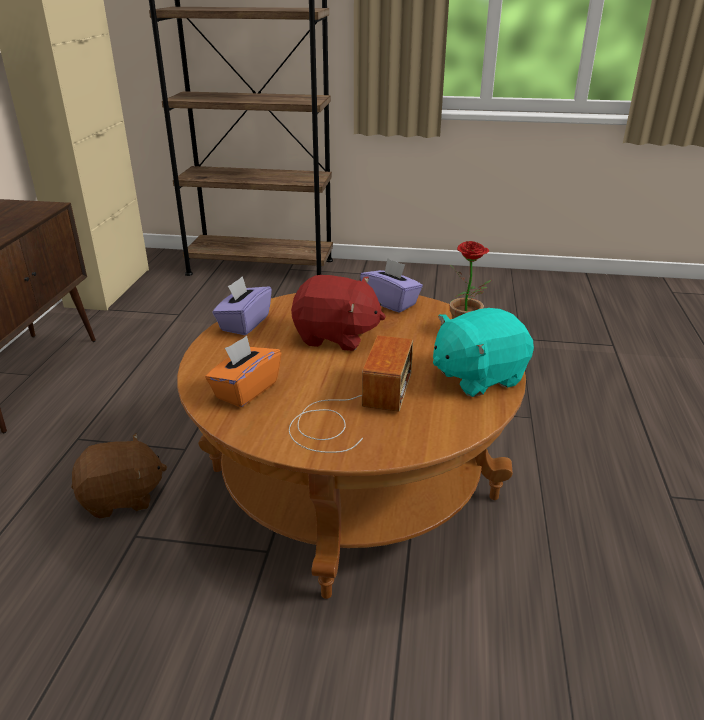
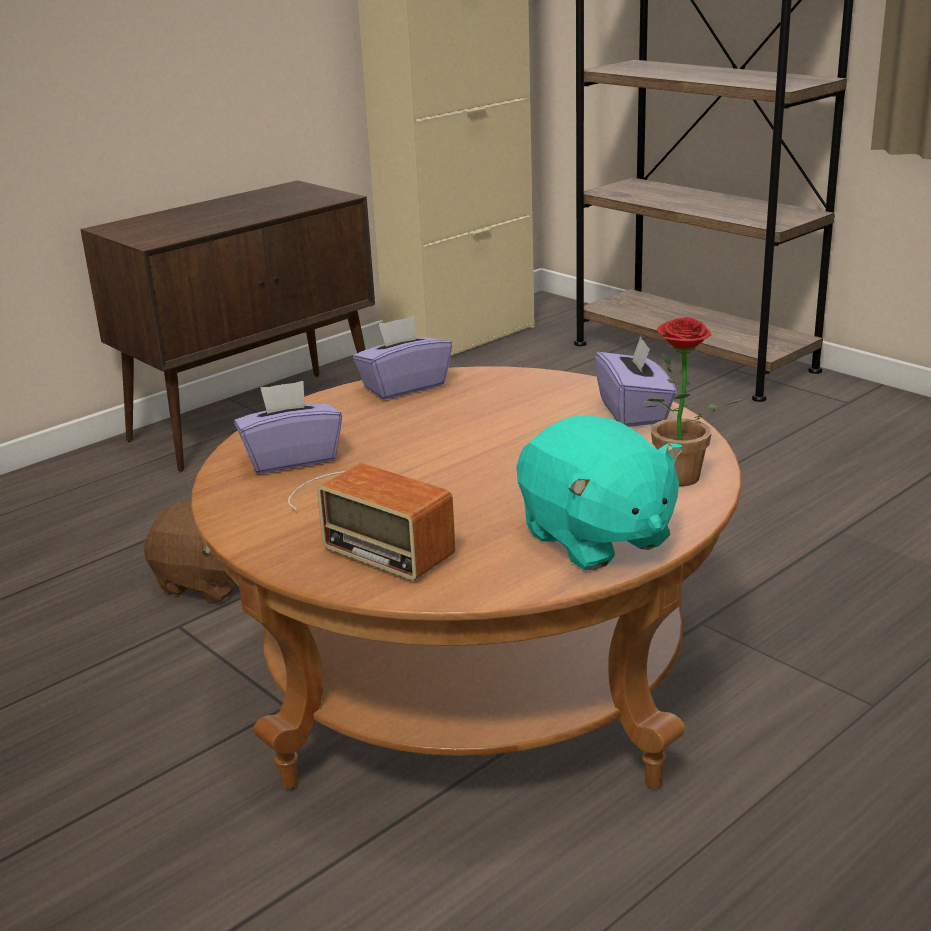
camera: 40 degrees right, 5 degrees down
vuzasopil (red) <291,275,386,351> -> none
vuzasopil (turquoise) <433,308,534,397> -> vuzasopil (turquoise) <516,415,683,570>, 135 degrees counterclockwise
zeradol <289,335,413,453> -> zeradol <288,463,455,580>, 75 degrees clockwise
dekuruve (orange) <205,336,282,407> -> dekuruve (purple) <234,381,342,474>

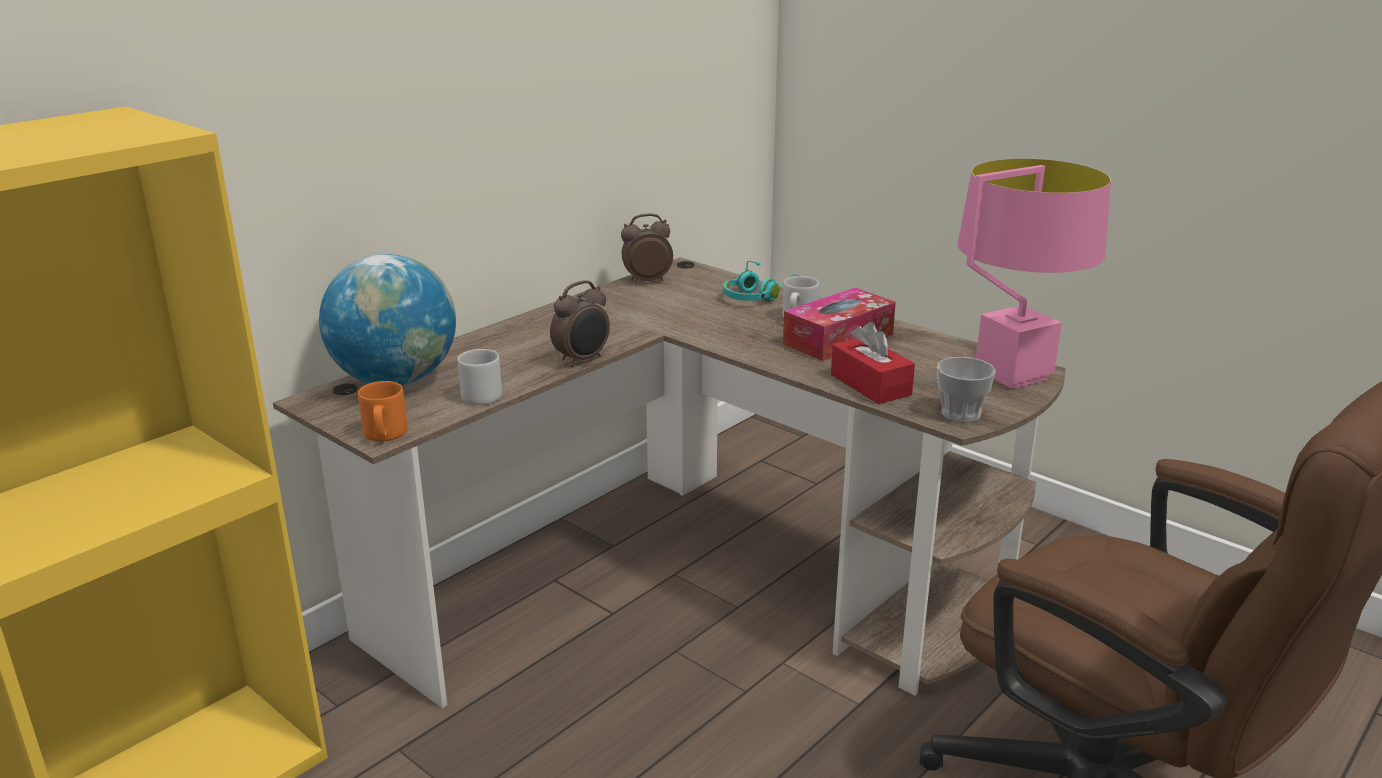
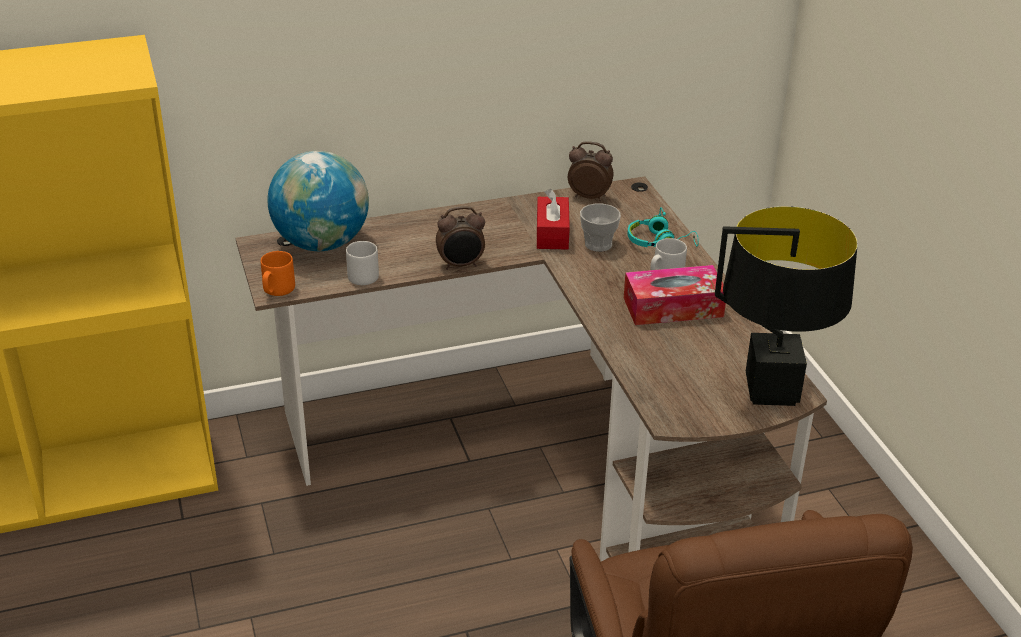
camera: 30 degrees right, 10 degrees up
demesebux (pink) <958,159,1111,389> -> demesebux (black) <715,206,858,406>
dekuruve (red) <831,322,915,404> -> dekuruve (red) <537,189,570,250>, move
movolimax <937,357,996,422> -> movolimax <580,203,621,252>, move

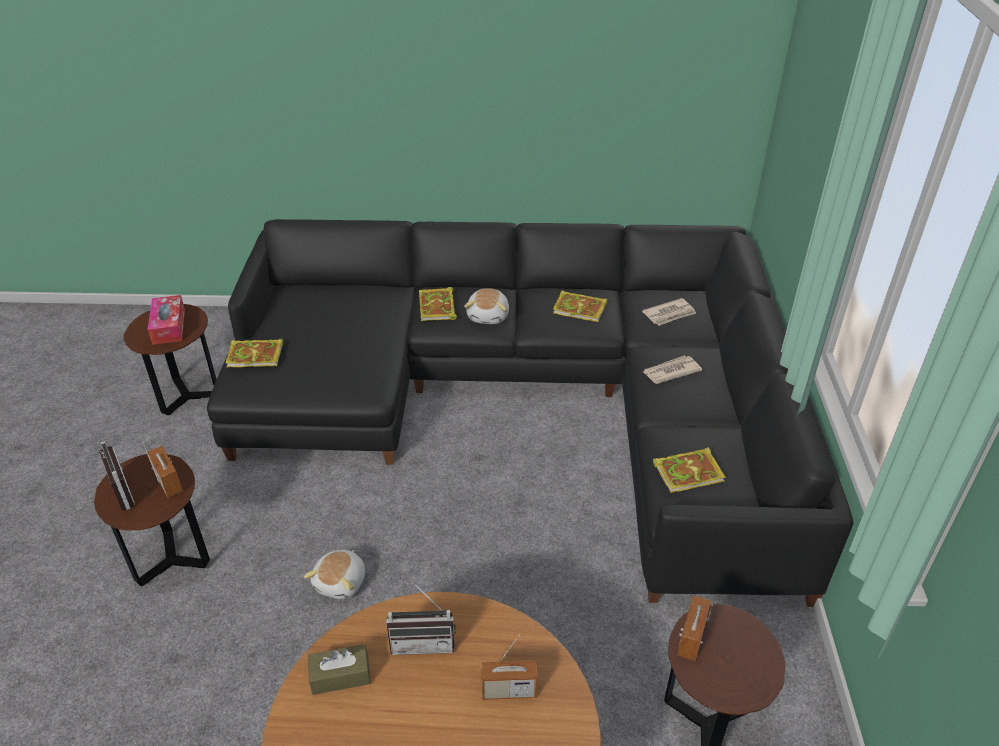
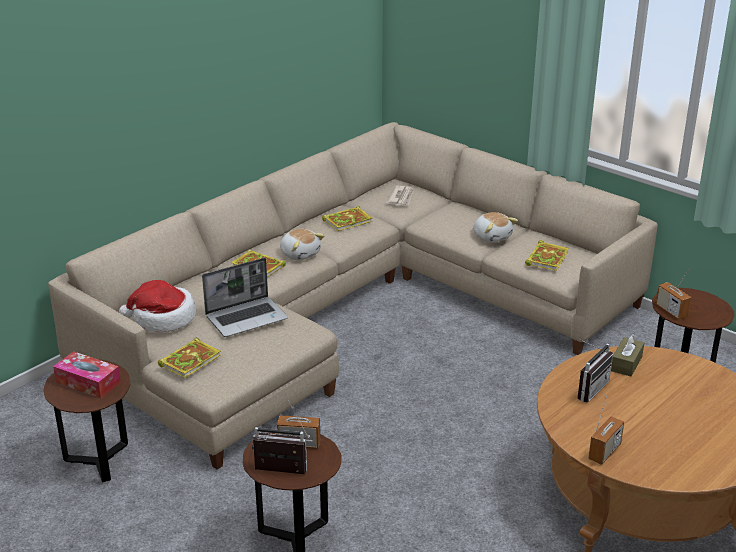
camera: 50 degrees left, 10 degrees down
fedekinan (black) <207,219,853,607> -> fedekinan (beige) <48,122,658,469>
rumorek <643,355,702,384> -> none
vuzasopil <304,550,365,599> -> vuzasopil <473,212,518,243>, move
zeradol <481,634,538,700> -> zeradol <588,396,624,465>, move
dekuruve (brown) <308,644,370,695> -> dekuruve (brown) <611,334,644,376>, move
none -> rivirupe <202,258,288,337>
none -> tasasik <119,280,196,332>

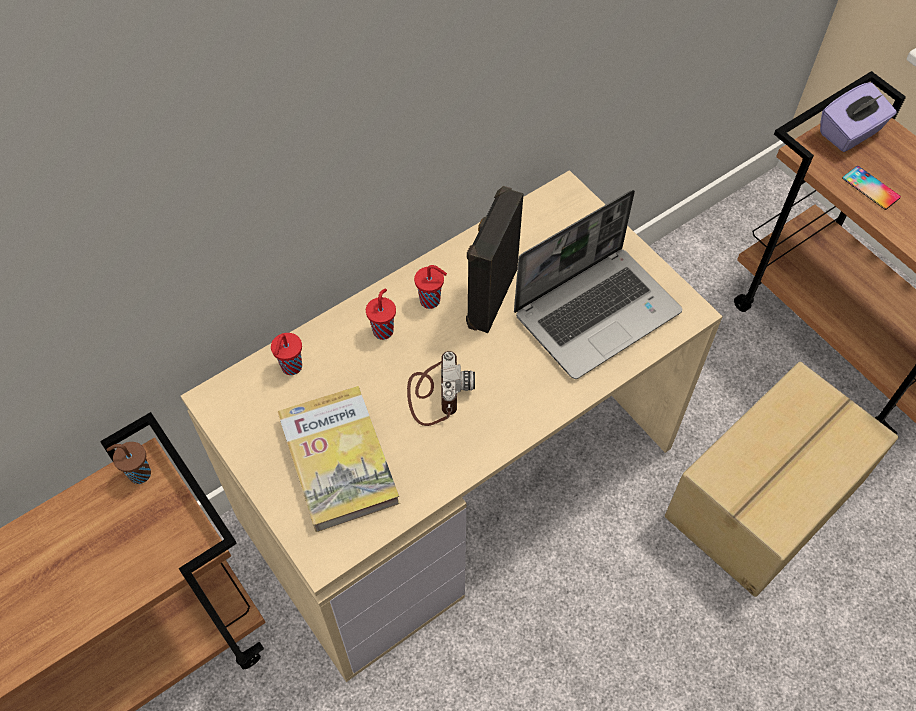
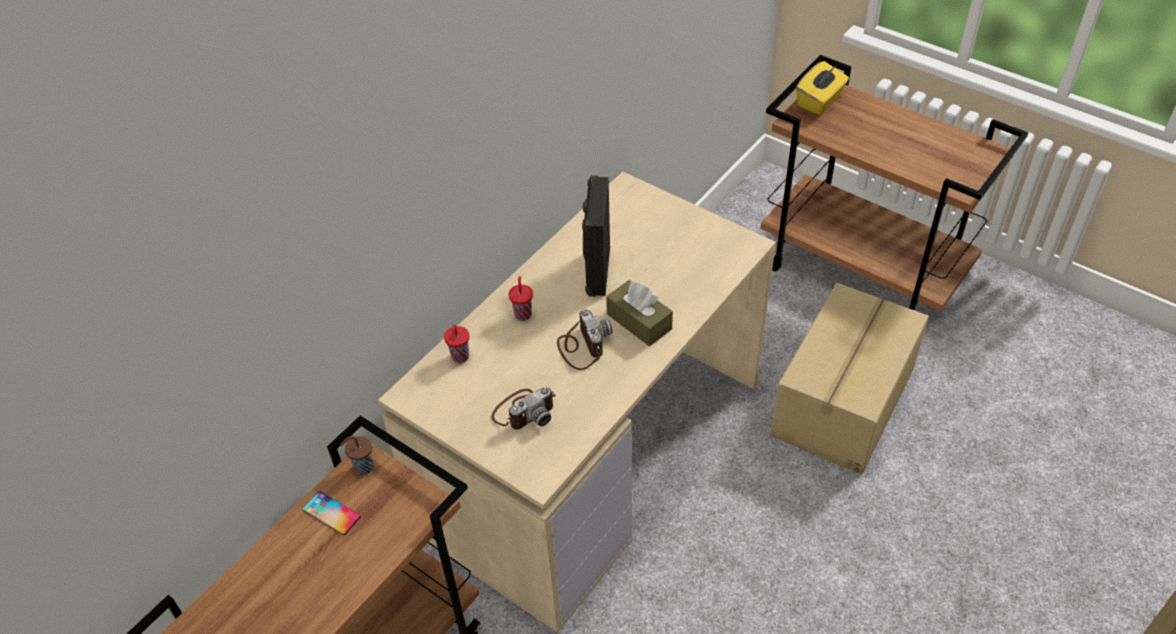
camera: 15 degrees left, 10 degrees down
dekuruve (purple) <820,82,897,152> -> dekuruve (yellow) <796,61,849,115>
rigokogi <842,166,901,210> -> rigokogi <302,491,361,535>, move
rivirupe <514,189,682,379> -> none
movolimax (red) <414,265,447,309> -> none
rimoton <278,386,400,532> -> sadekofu <491,387,556,430>
none -> dekuruve (brown) <606,280,673,346>

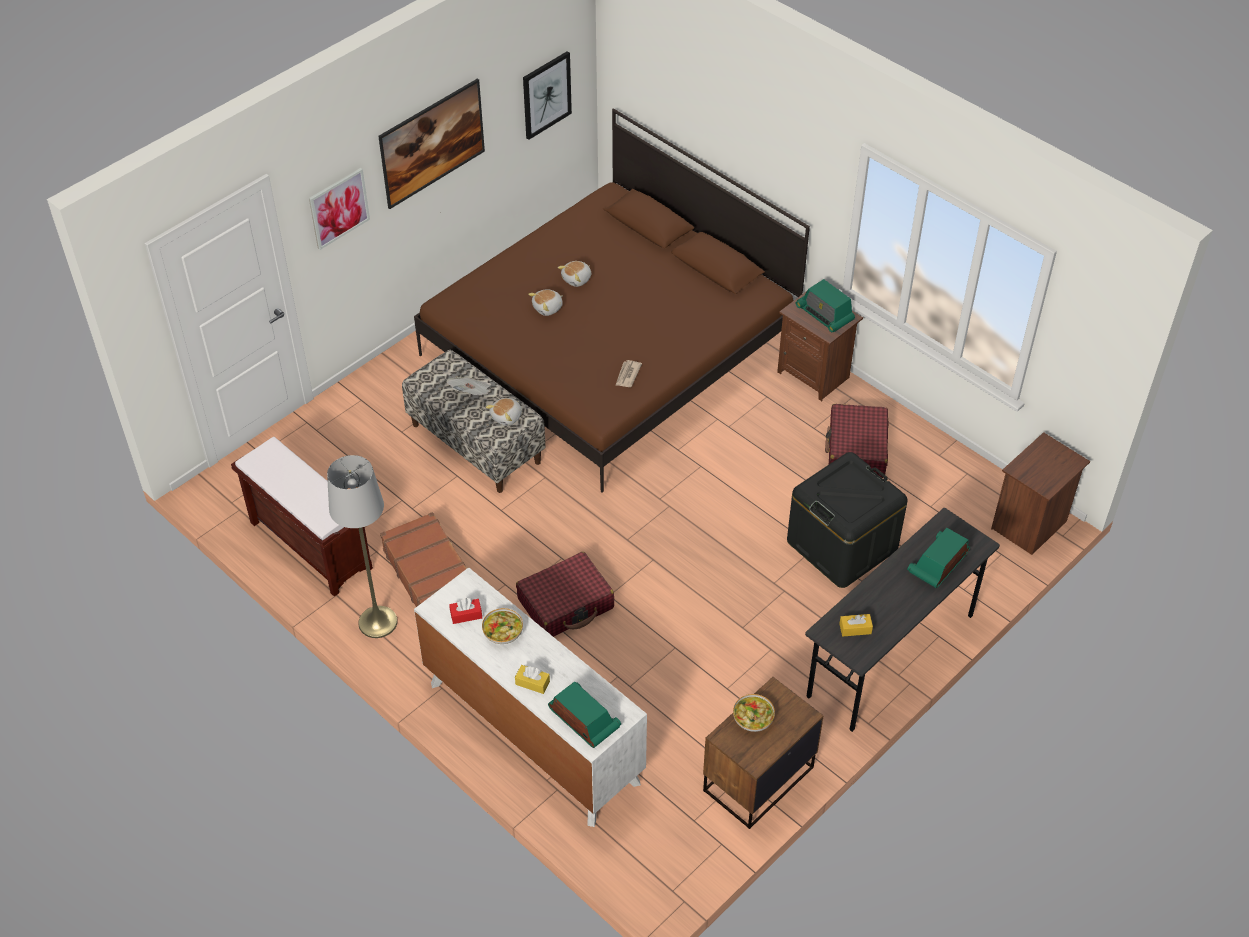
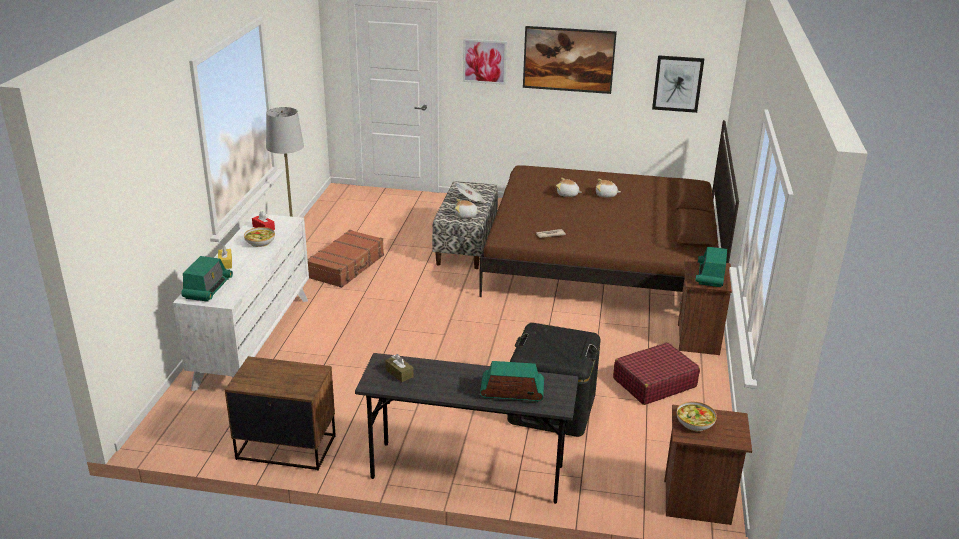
camera: 55 degrees right, 20 degrees down
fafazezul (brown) <231,437,373,597> -> none
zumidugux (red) <516,552,614,637> -> none
dekuruve (yellow) <839,614,873,636> -> dekuruve (brown) <385,354,414,382>
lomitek <733,694,775,732> -> lomitek <677,401,717,431>, move

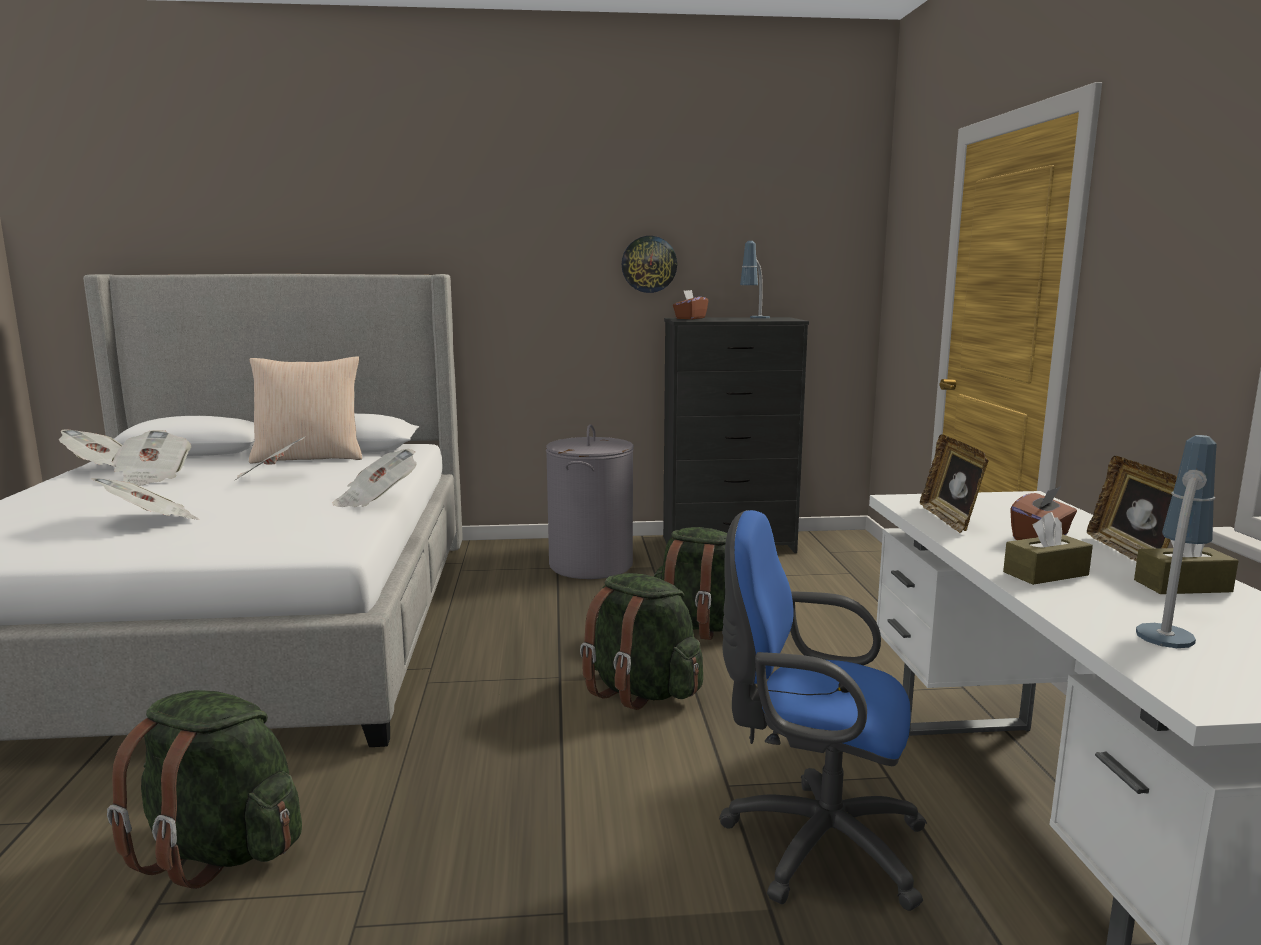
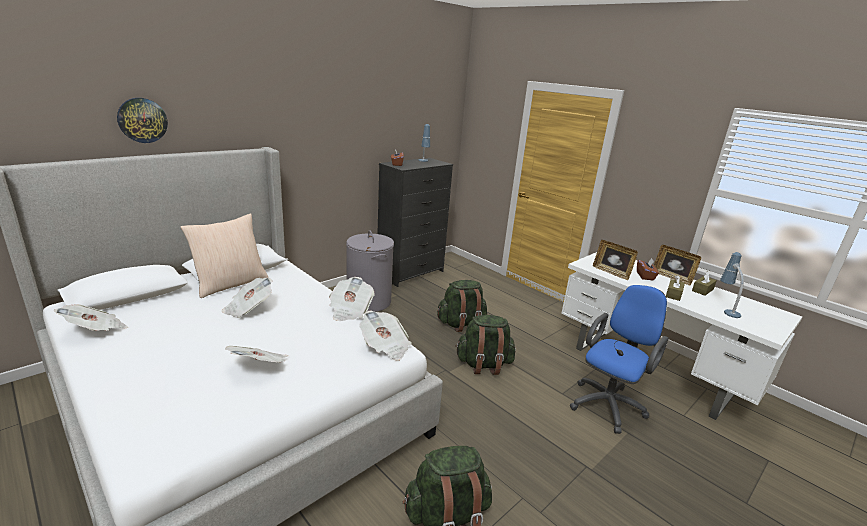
camera: 40 degrees left, 10 degrees up
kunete <622,236,677,293> -> kunete <117,98,168,143>, move
rumorek <112,430,191,486> -> rumorek <359,310,412,361>, move
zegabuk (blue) <719,510,927,911> -> zegabuk (blue) <570,285,669,434>, 150 degrees clockwise

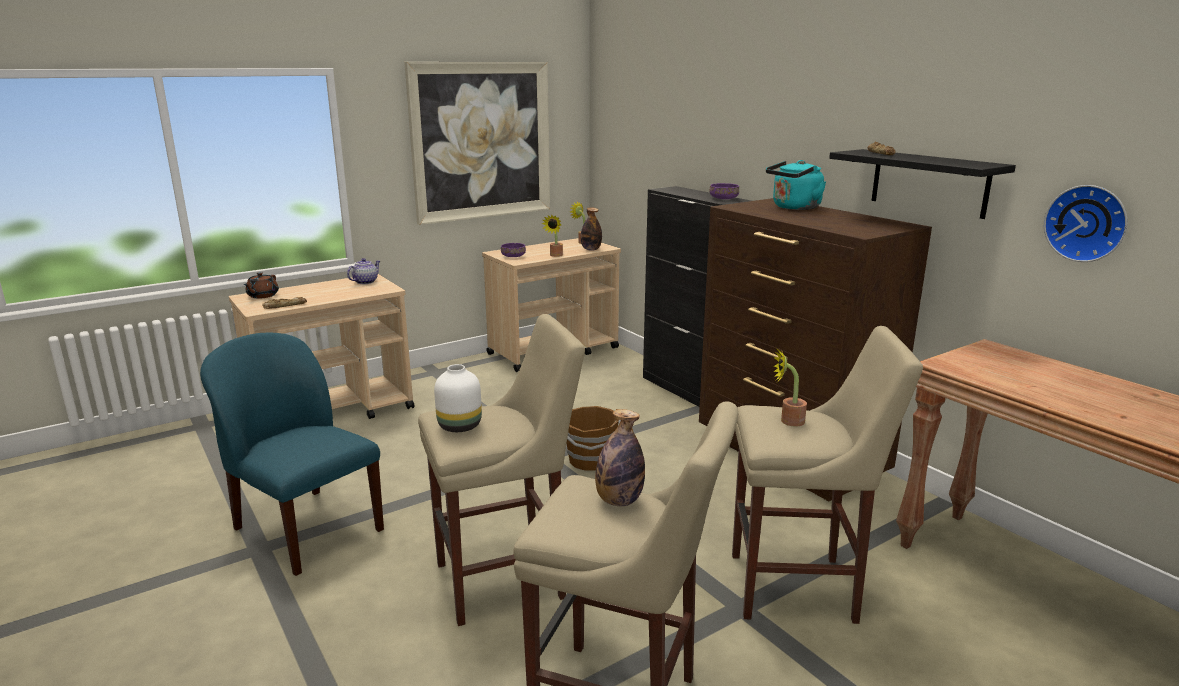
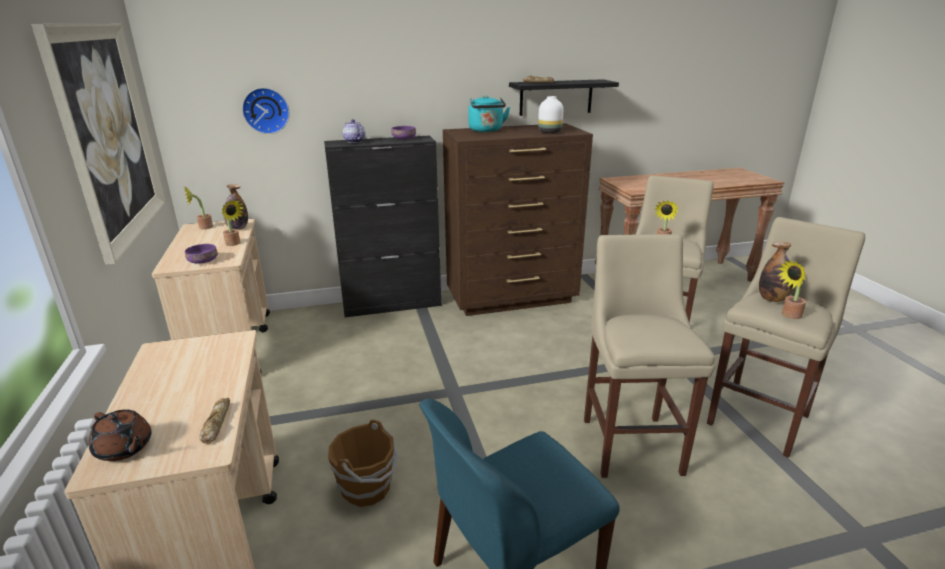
camera: 70 degrees left, 5 degrees up
kunete <1044,185,1128,262> -> kunete <242,88,290,134>, move
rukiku <347,258,380,284> -> rukiku <343,119,365,143>, move
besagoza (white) <434,364,482,432> -> besagoza (white) <538,96,563,133>, move
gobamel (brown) <566,406,621,471> -> gobamel (brown) <328,420,398,507>, move
none -> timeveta <778,260,806,319>

